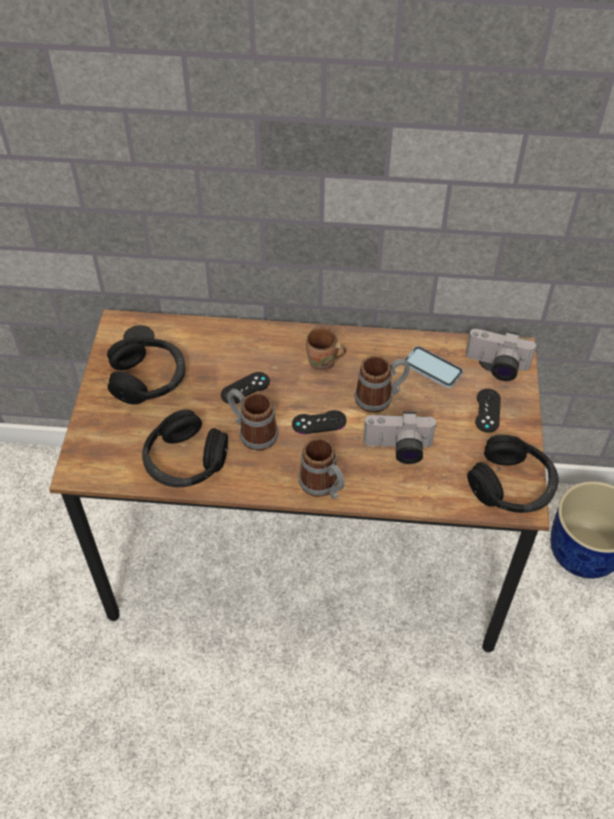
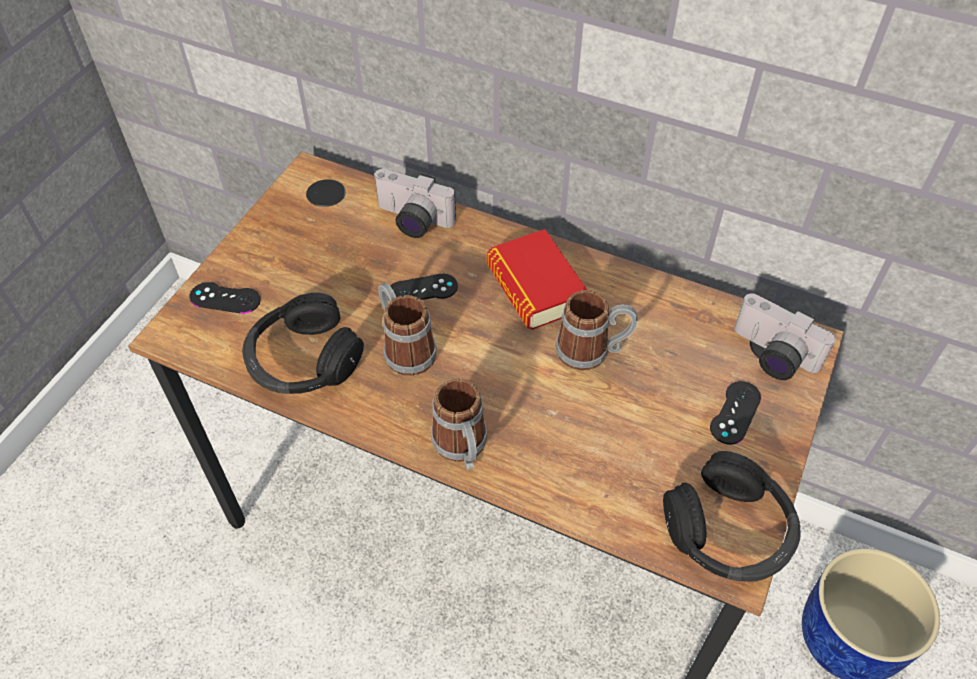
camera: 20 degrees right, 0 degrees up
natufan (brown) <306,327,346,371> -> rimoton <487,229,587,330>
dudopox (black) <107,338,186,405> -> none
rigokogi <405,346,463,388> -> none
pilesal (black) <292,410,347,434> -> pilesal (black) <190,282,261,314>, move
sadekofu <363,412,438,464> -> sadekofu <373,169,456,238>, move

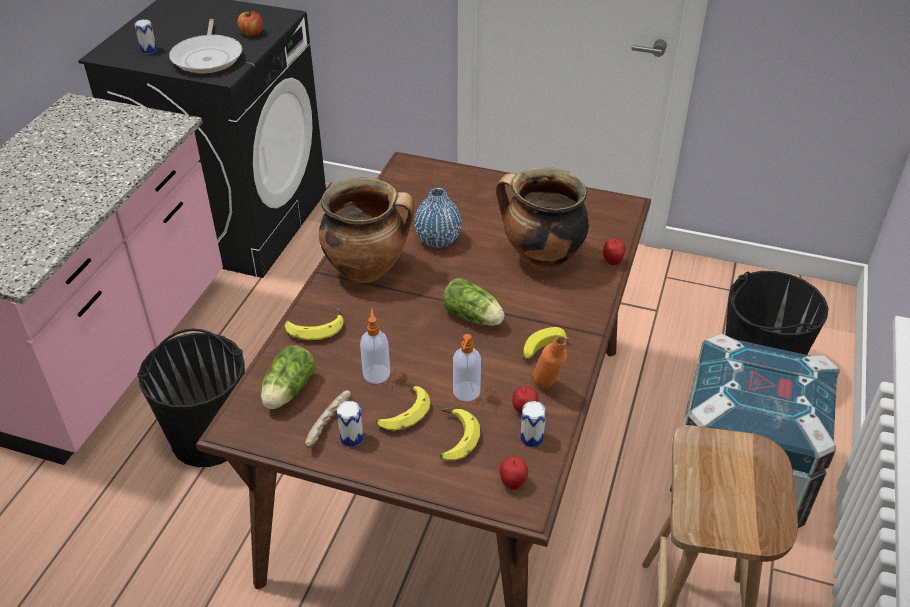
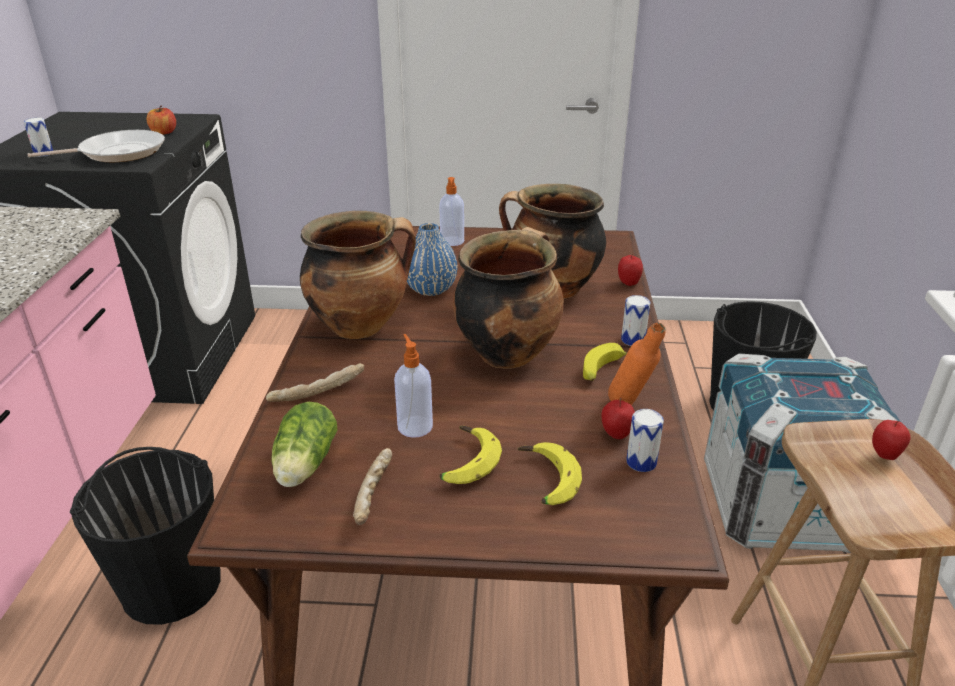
camera: 15 degrees left, 10 degrees down
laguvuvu <169,19,242,74> -> laguvuvu <27,130,165,162>, 90 degrees counterclockwise
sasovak <442,278,505,326> -> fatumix <453,227,564,369>
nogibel <285,309,344,340> -> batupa <266,363,364,402>
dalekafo <453,334,481,401> -> dalekafo <439,177,464,246>, move
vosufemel <337,401,363,447> -> vosufemel <621,295,650,346>, move
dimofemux <500,456,528,490> -> dimofemux <872,420,911,460>, move

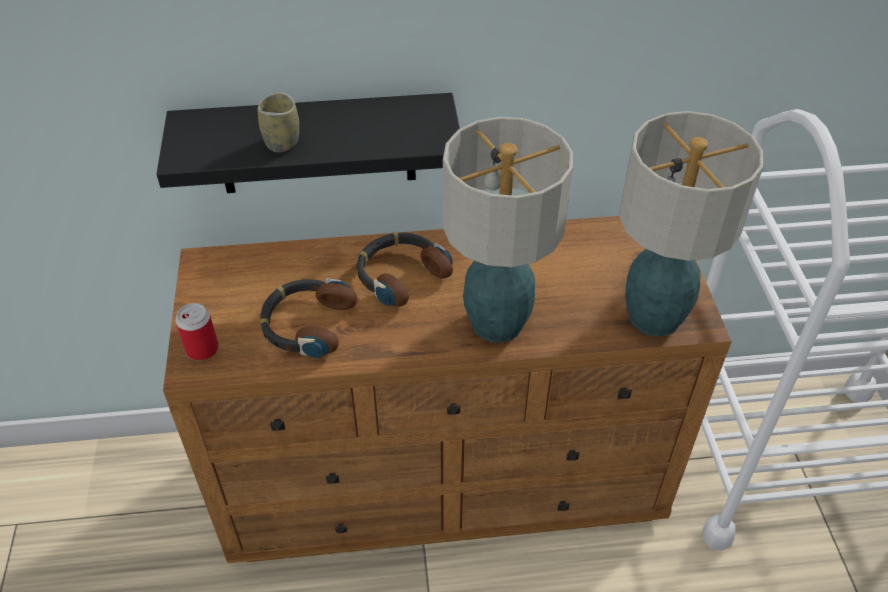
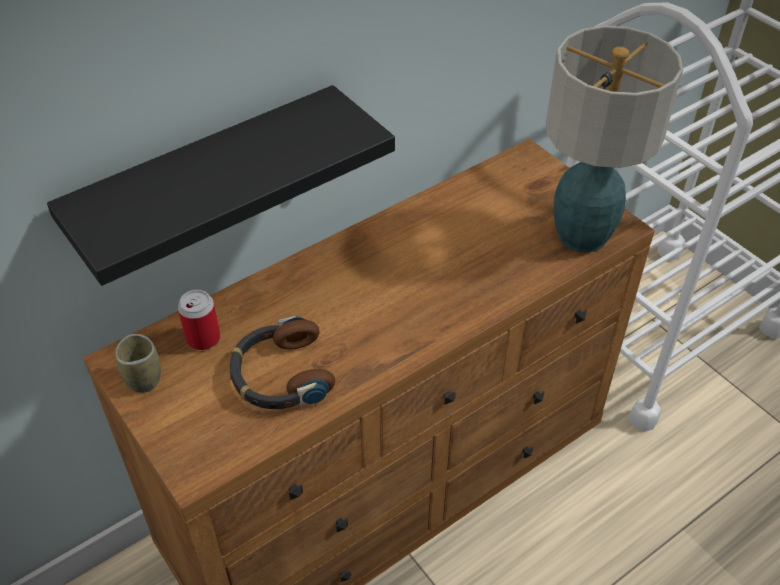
camera: 30 degrees left, 0 degrees up
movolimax <258,92,299,153> -> movolimax <115,334,161,393>, move
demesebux <443,117,573,343> -> none
dudopox <356,232,453,306> -> none
vosufemel <175,303,219,361> -> vosufemel <178,290,220,350>, move

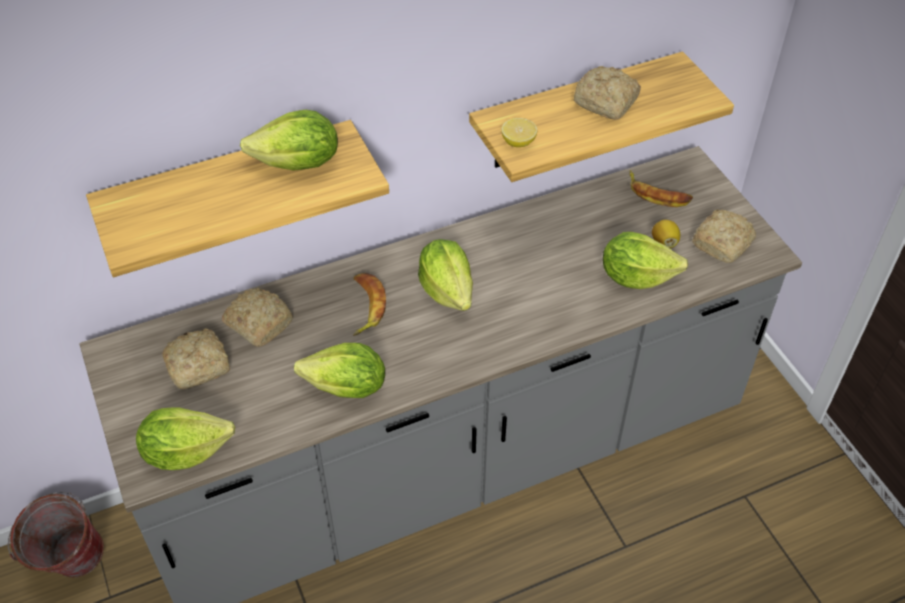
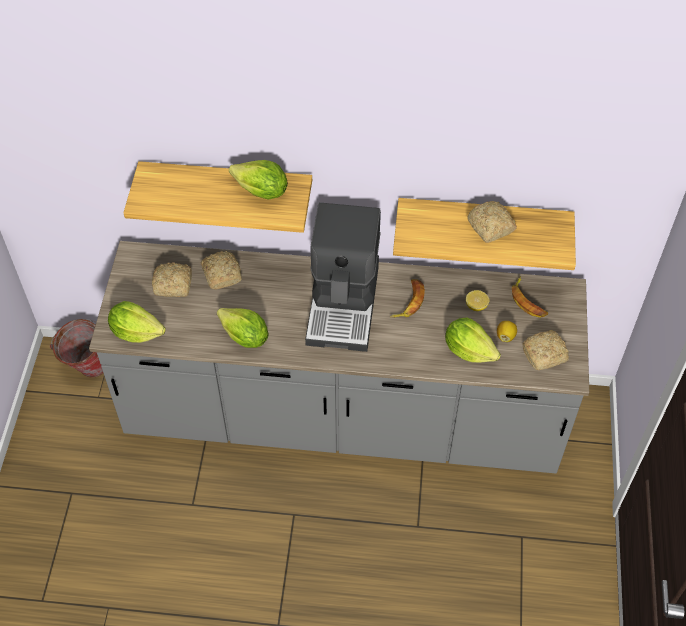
camera: 30 degrees right, 5 degrees up
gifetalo <501,118,537,147> -> gifetalo <466,290,489,311>, move
sasovak <418,239,473,311> -> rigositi <305,203,381,352>
nogibel <353,273,386,336> -> nogibel <390,279,425,318>, move

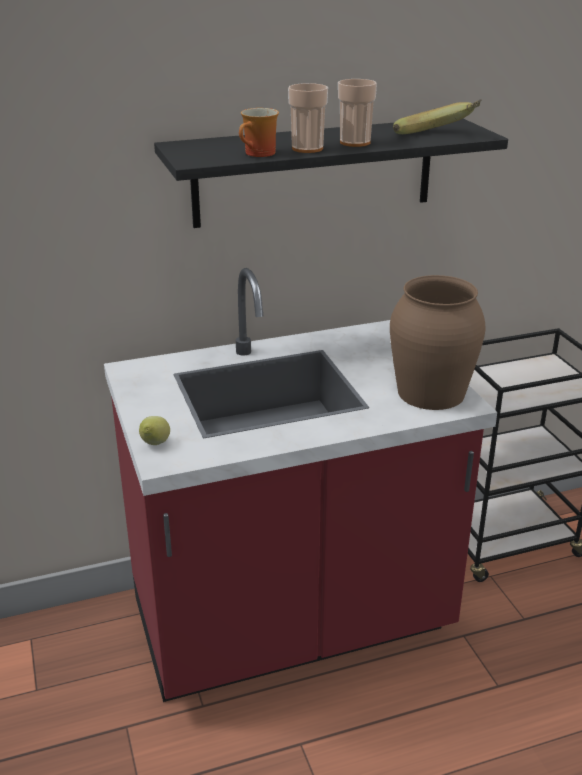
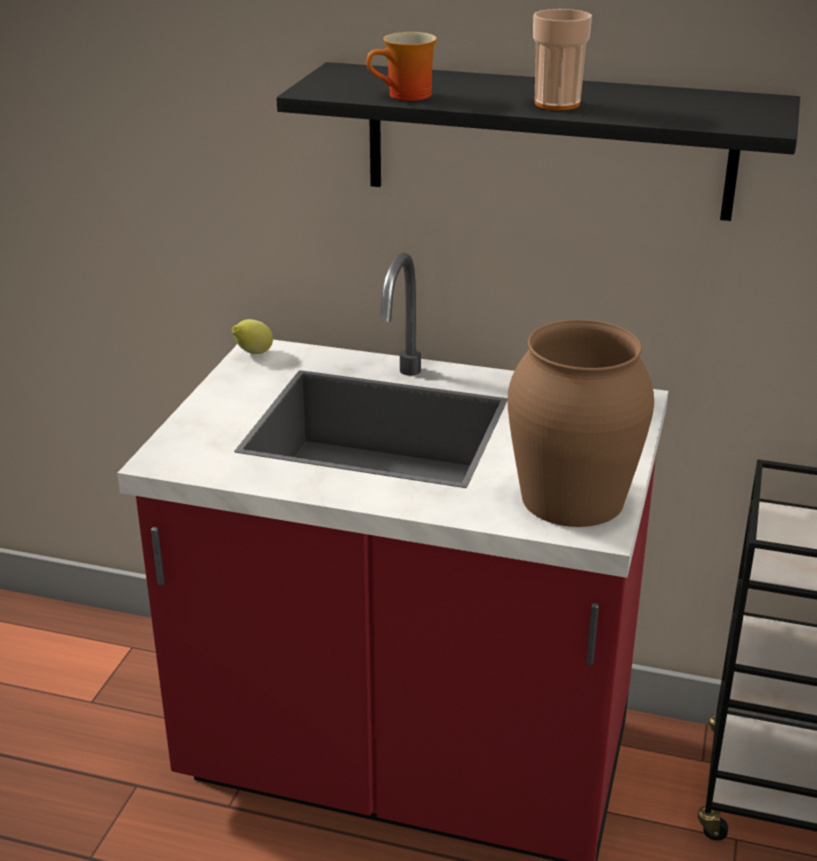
camera: 35 degrees right, 0 degrees up
movolimax <288,83,328,153> -> none
nogibel <393,99,482,134> -> none
gifetalo <139,416,170,445> -> gifetalo <232,319,273,354>, move

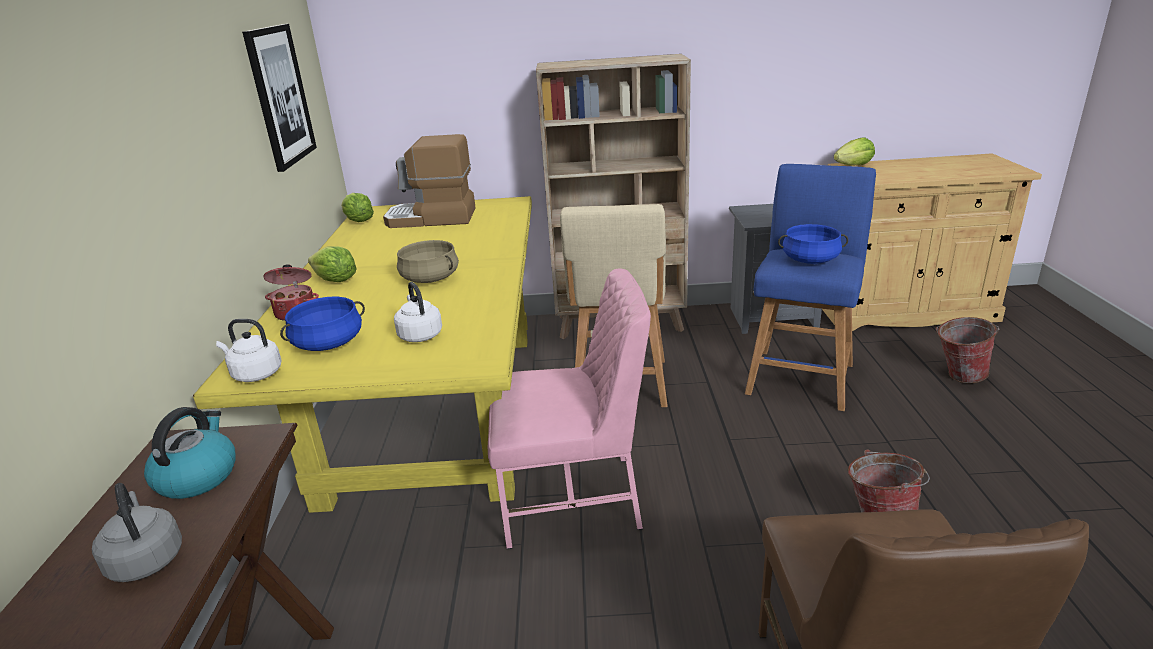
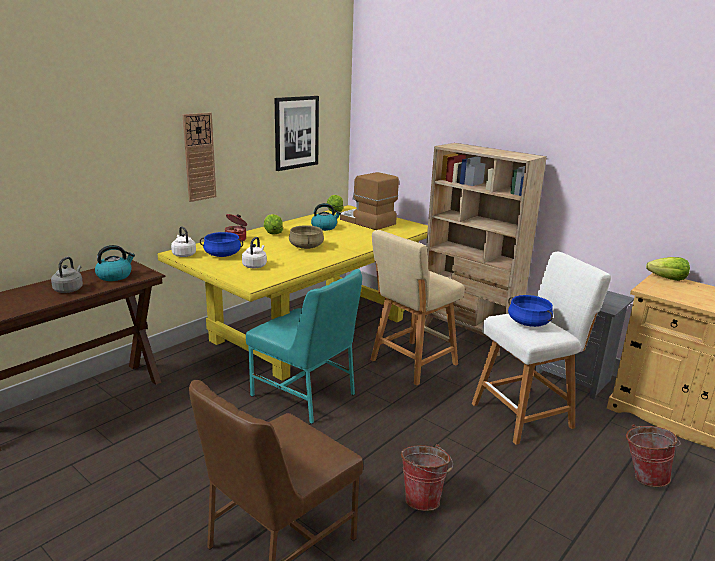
camera: 40 degrees right, 5 degrees down
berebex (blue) <745,164,876,411> -> berebex (white) <472,252,611,445>
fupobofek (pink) <488,268,651,549> -> fupobofek (turquoise) <246,269,362,424>
none -> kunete <183,112,216,202>
none -> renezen <311,203,341,231>

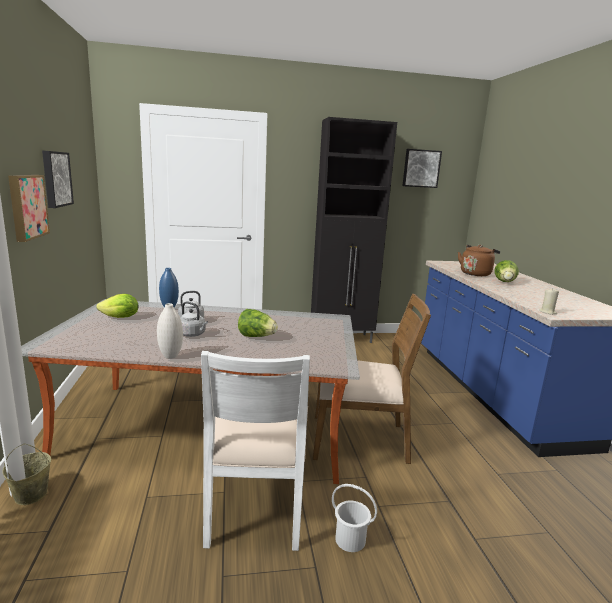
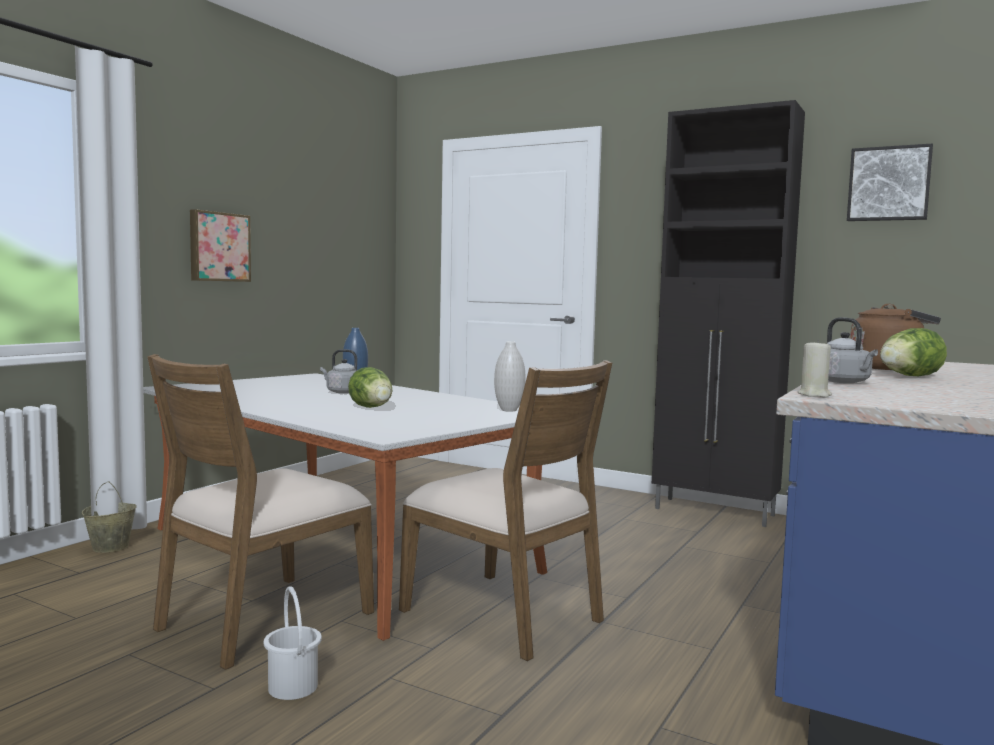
camera: 40 degrees right, 10 degrees down
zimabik <42,151,74,208> -> none
sasovak <96,294,138,318> -> none
renezen (grey) <180,302,208,337> -> renezen (grey) <827,317,878,383>, move
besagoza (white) <157,303,183,359> -> besagoza (white) <494,341,525,412>, move
fupobofek (white) <201,351,310,551> -> fupobofek (brown) <147,354,374,670>

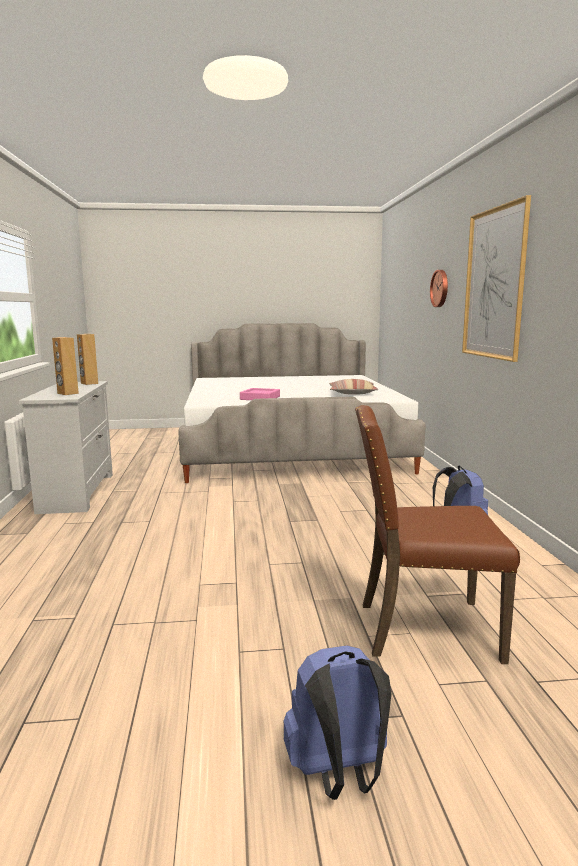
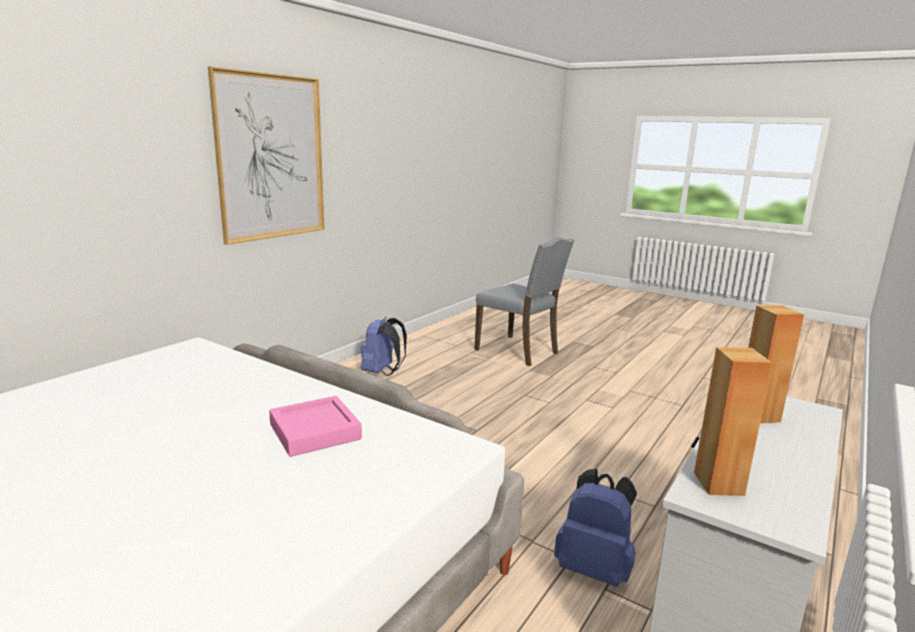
camera: 140 degrees left, 5 degrees up
kunete <430,270,448,307> -> none
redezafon <329,379,378,395> -> none
fupobofek (brown) <355,405,520,664> -> fupobofek (grey) <474,237,574,366>
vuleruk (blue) <284,645,391,800> -> vuleruk (blue) <554,469,637,587>, move

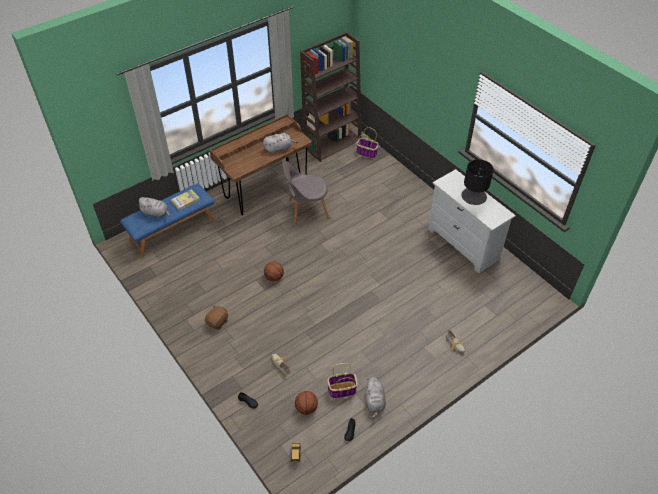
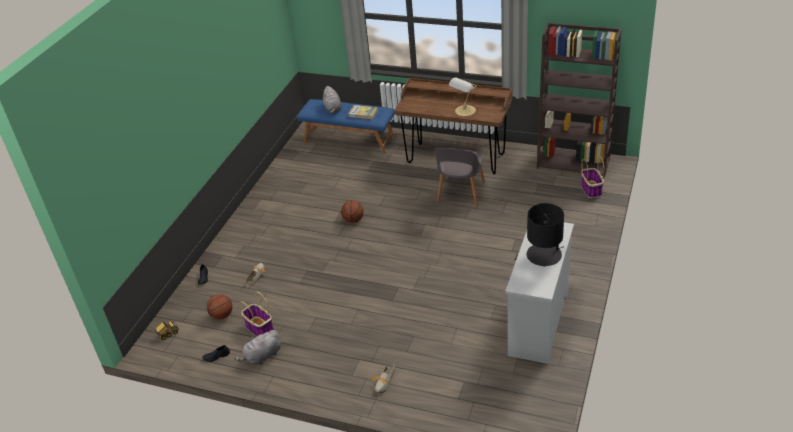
camera: 60 degrees right, 10 degrees down
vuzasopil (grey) <263,133,298,154> -> demesebux <449,77,477,116>
fupobofek (grey) <283,161,329,224> -> fupobofek (grey) <434,148,485,207>, 120 degrees counterclockwise
vuzasopil (brown) <205,305,228,330> -> none

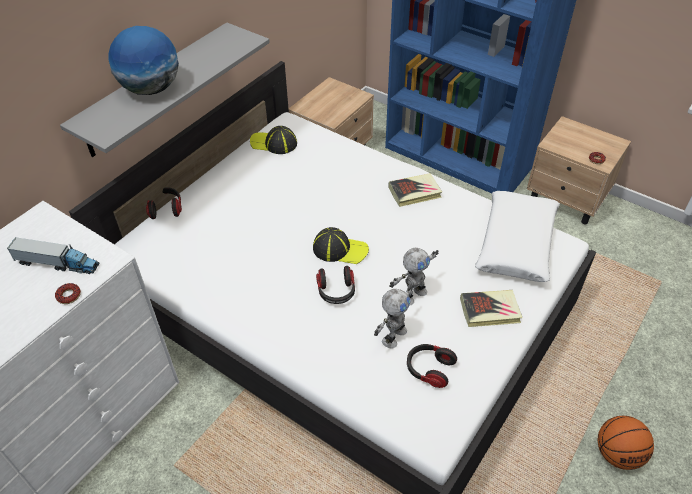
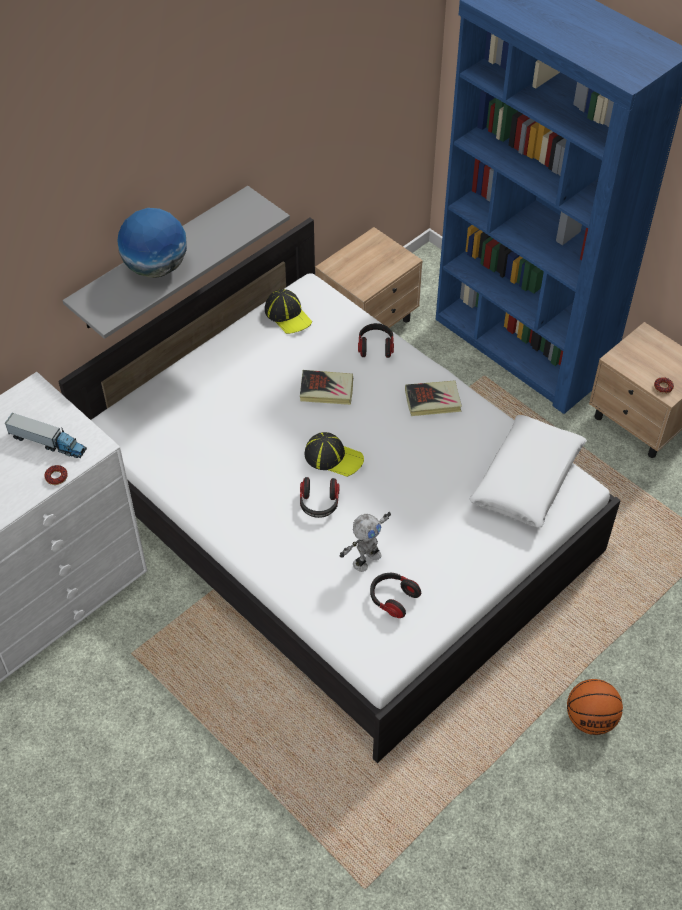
camera: 10 degrees right, 5 degrees up
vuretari <250,126,297,154> -> vuretari <265,289,312,334>, 150 degrees counterclockwise
dudopox <146,187,182,219> -> dudopox <358,323,394,358>, move
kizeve <389,248,439,306> -> none
rimoton <460,290,523,327> -> rimoton <300,370,353,405>, move

